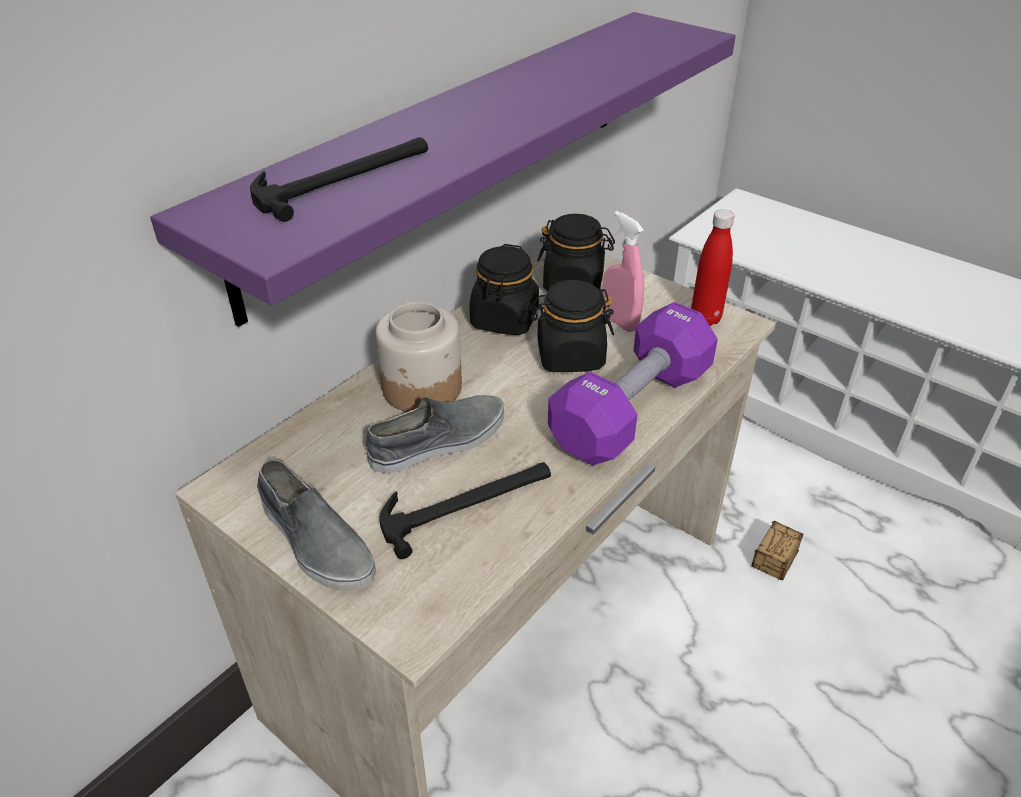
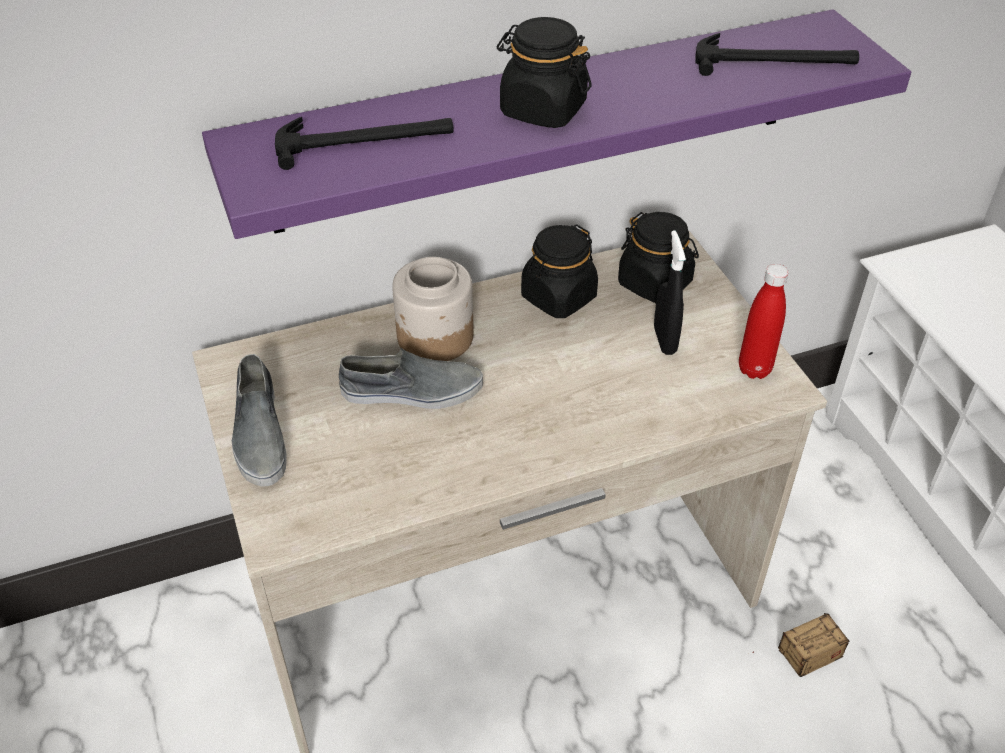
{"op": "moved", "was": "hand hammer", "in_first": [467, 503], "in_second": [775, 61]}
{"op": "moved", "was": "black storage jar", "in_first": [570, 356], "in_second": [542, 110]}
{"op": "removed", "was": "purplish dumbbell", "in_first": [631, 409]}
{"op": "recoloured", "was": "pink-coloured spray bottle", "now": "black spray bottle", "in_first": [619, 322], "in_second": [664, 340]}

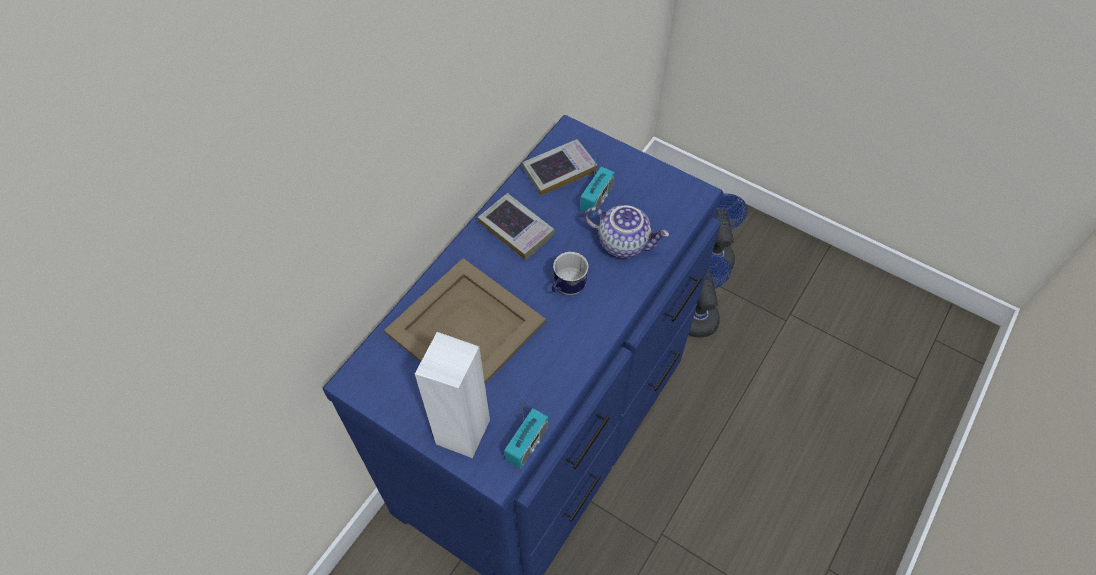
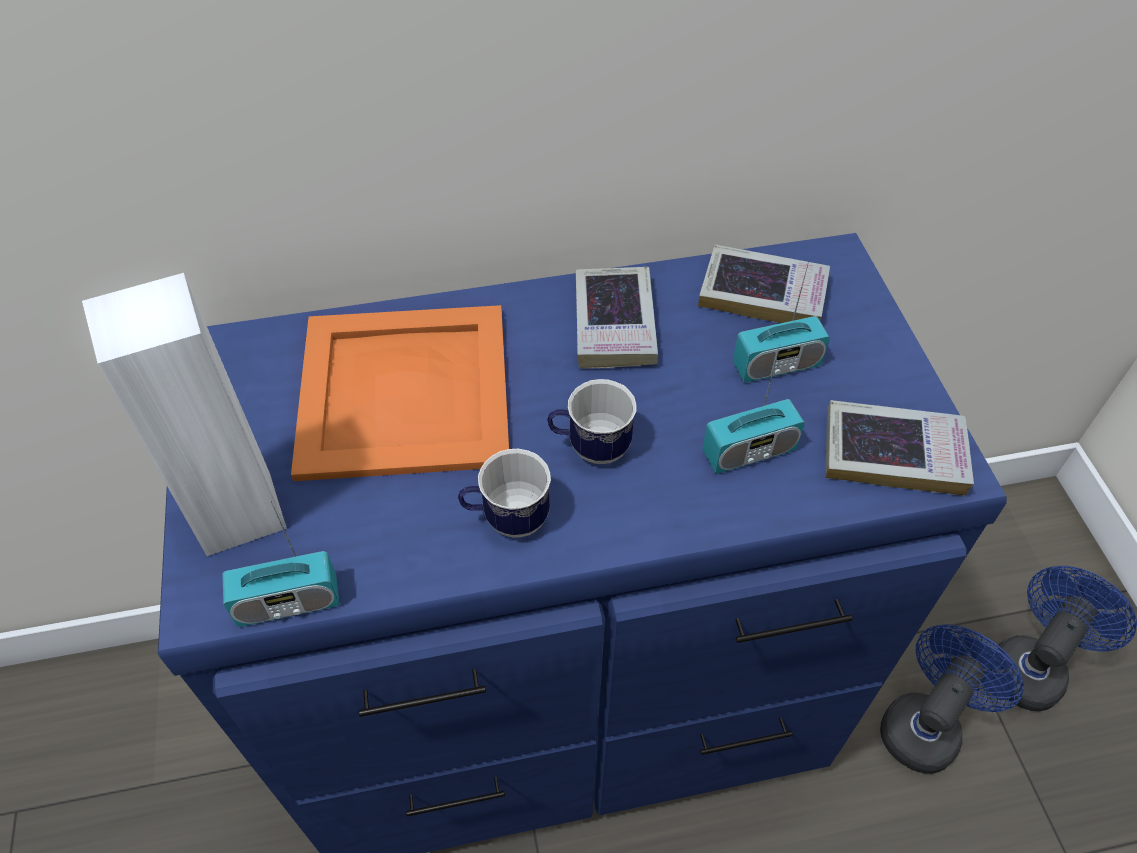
{"op": "recoloured", "was": "sand-coloured tray", "now": "orange tray", "in_first": [464, 327], "in_second": [402, 389]}
{"op": "replaced", "was": "teapot", "now": "radio receiver", "in_first": [624, 242], "in_second": [749, 452]}
{"op": "added", "now": "mug", "in_second": [507, 519]}
{"op": "added", "now": "bound book", "in_second": [893, 453]}

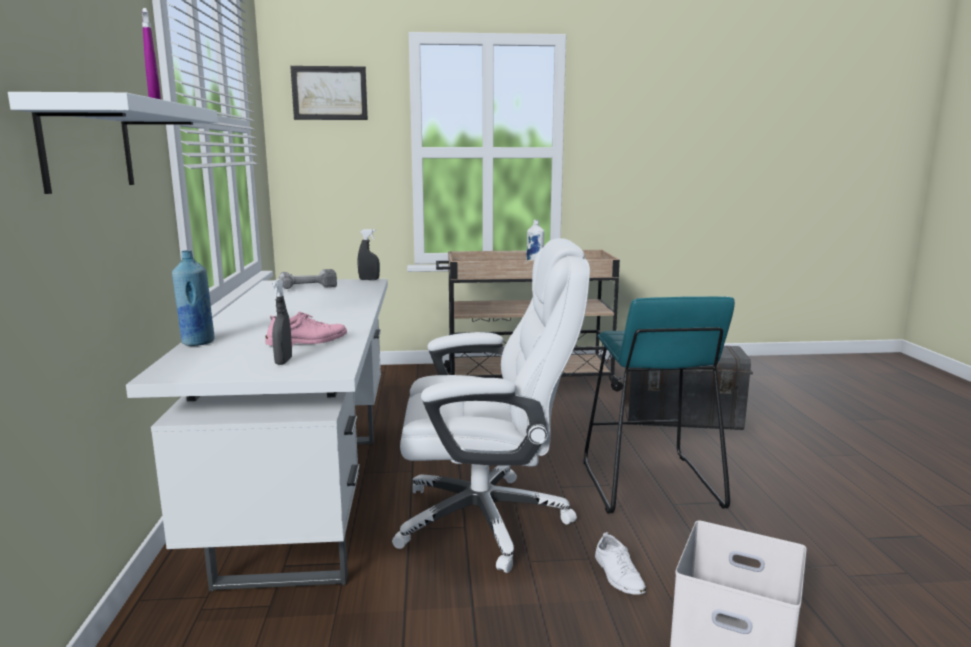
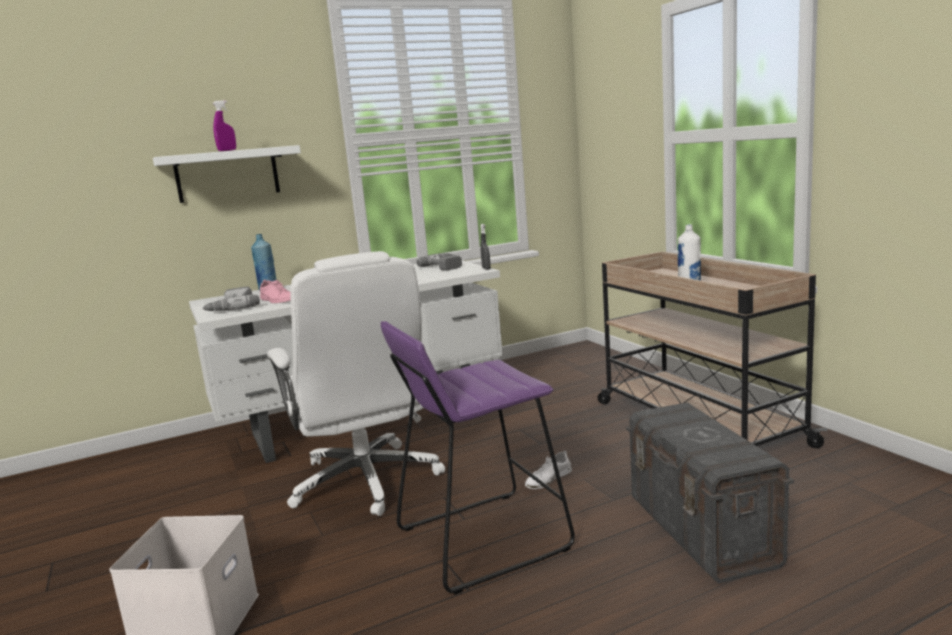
{"op": "replaced", "was": "gray spray bottle", "now": "power drill", "in_first": [283, 361], "in_second": [231, 307]}
{"op": "removed", "was": "wall picture", "in_first": [329, 93]}
{"op": "recoloured", "was": "turquoise stool seat", "now": "purplish stool seat", "in_first": [648, 483], "in_second": [482, 538]}
{"op": "moved", "was": "white-coloured item of footwear", "in_first": [618, 575], "in_second": [548, 479]}

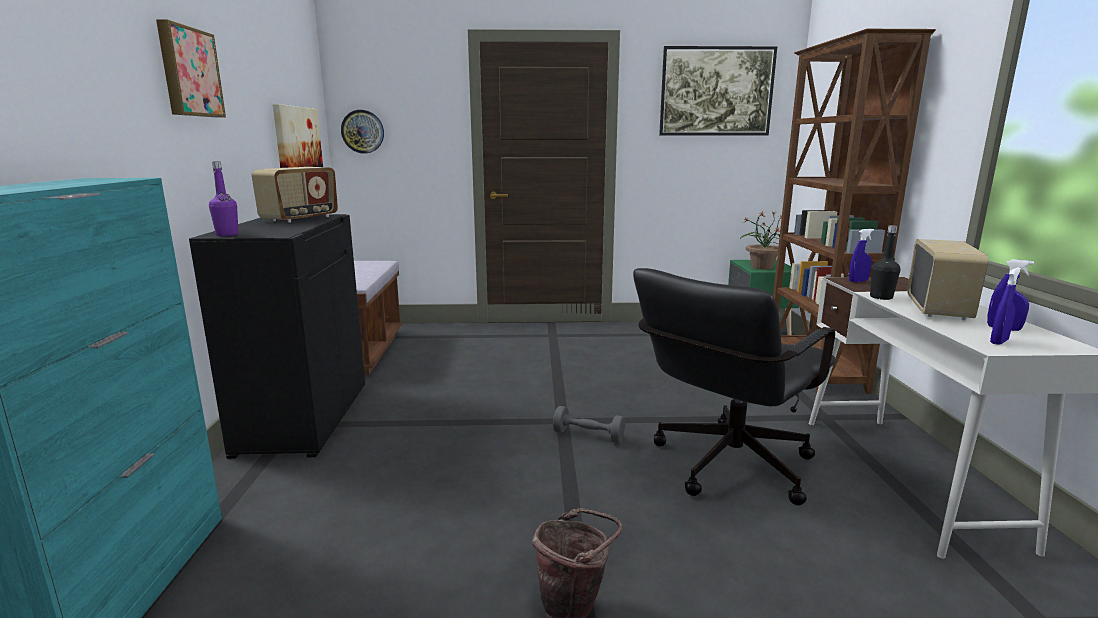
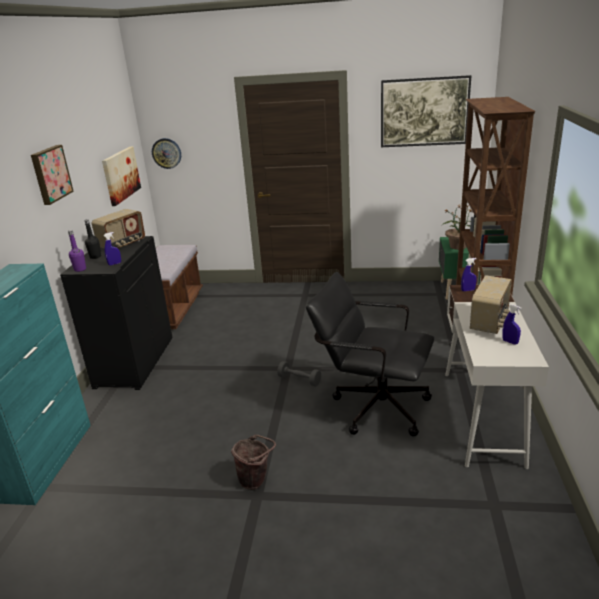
{"op": "turned", "was": "black desk chair", "in_first": [724, 469], "in_second": [372, 406], "clockwise": 60}
{"op": "moved", "was": "black bottle", "in_first": [881, 297], "in_second": [95, 257]}
{"op": "moved", "was": "blue spray bottle", "in_first": [999, 342], "in_second": [115, 264]}

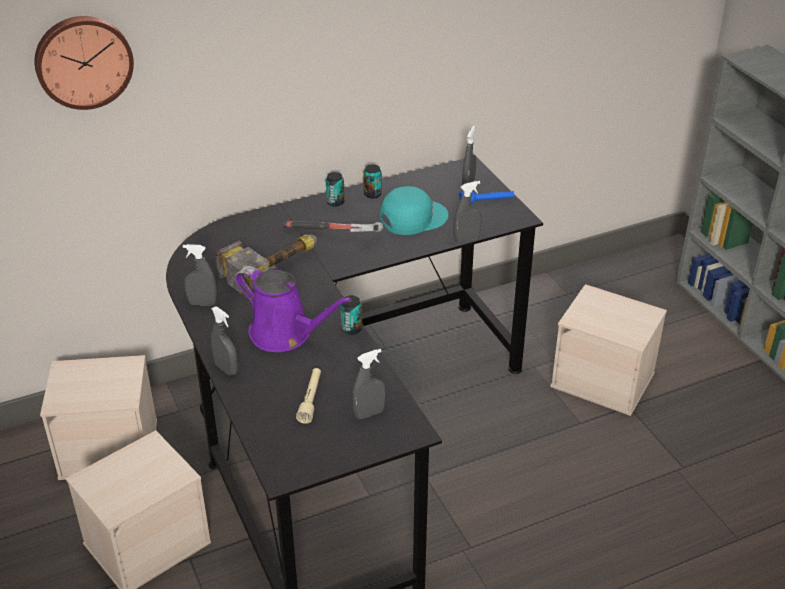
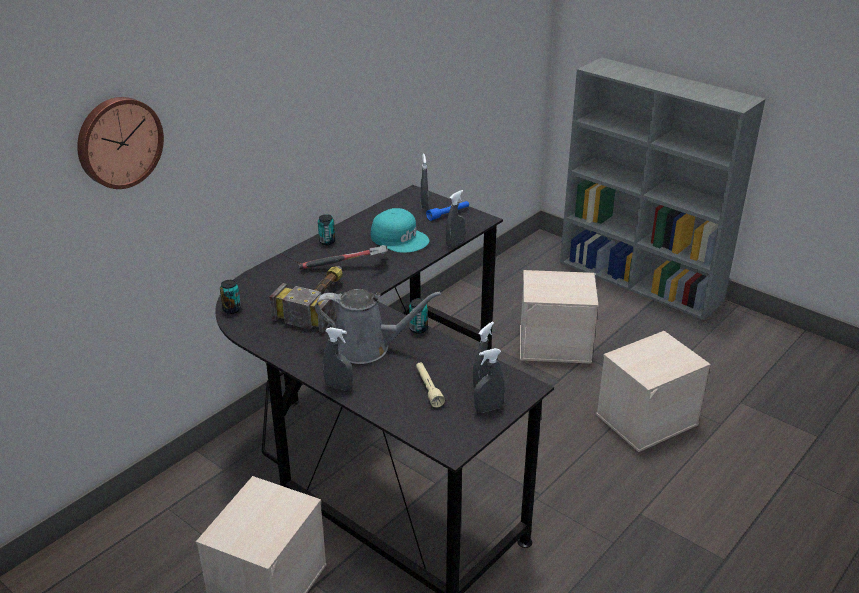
{"op": "moved", "was": "sand-coloured storage box", "in_first": [110, 448], "in_second": [647, 419]}
{"op": "moved", "was": "gray spray bottle", "in_first": [202, 303], "in_second": [488, 409]}
{"op": "recoloured", "was": "purplish sprinkling can", "now": "gray sprinkling can", "in_first": [285, 334], "in_second": [367, 347]}
{"op": "moved", "was": "can", "in_first": [372, 194], "in_second": [232, 309]}
{"op": "turned", "was": "turquoise baseball cap", "in_first": [412, 217], "in_second": [400, 238], "clockwise": 90}

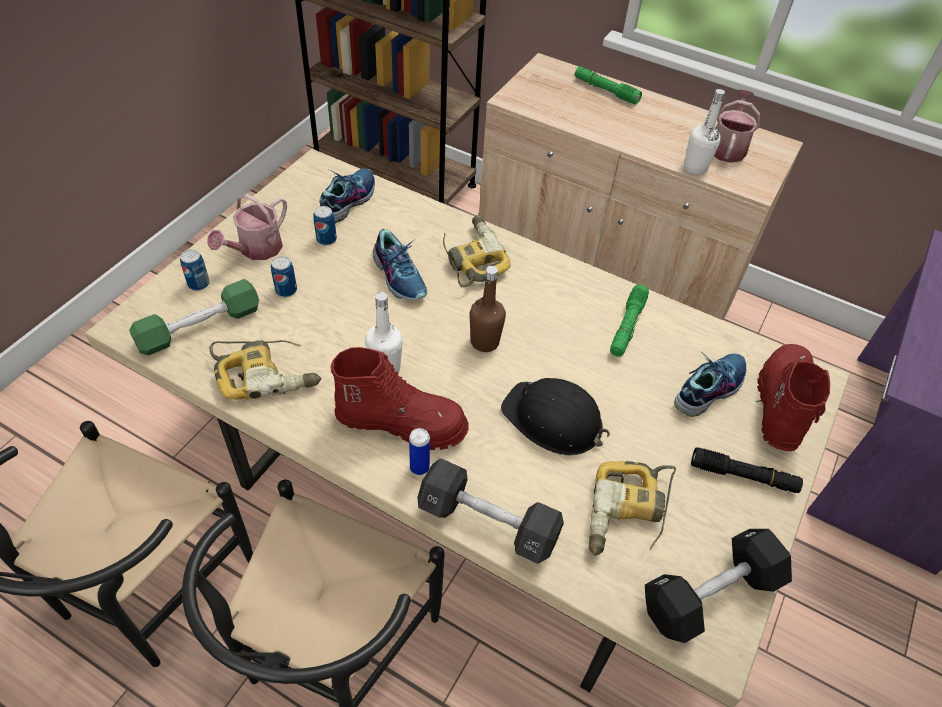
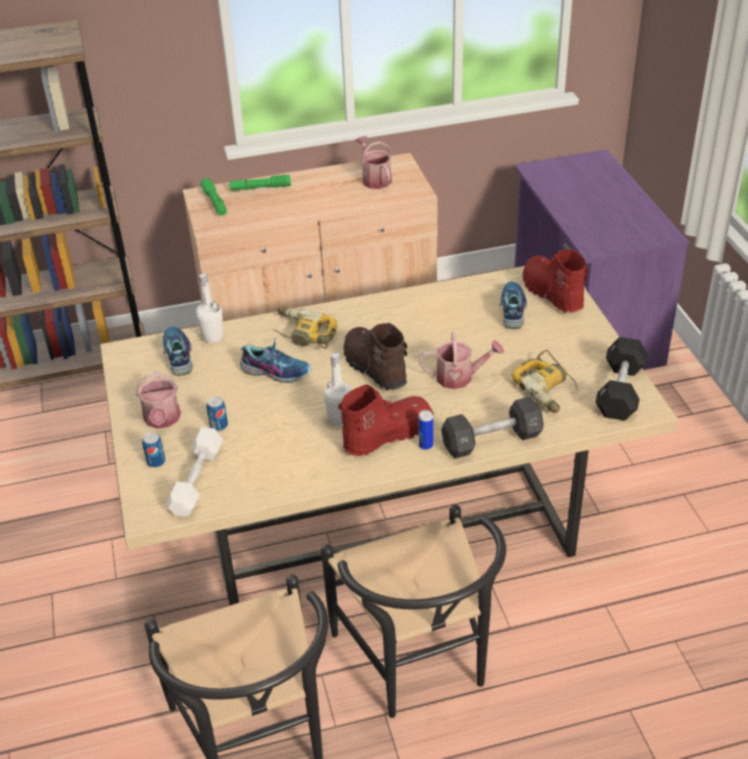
{"op": "recoloured", "was": "green-coloured dumbbell", "now": "white-coloured dumbbell", "in_first": [200, 327], "in_second": [197, 480]}
{"op": "removed", "was": "power drill", "in_first": [267, 373]}
{"op": "removed", "was": "can", "in_first": [326, 239]}
{"op": "replaced", "was": "brown-coloured bottle", "now": "brown-coloured boot", "in_first": [484, 342], "in_second": [373, 368]}
{"op": "replaced", "was": "black safety helmet", "now": "sprinkling can", "in_first": [553, 420], "in_second": [460, 377]}
{"op": "moved", "was": "green-coloured flashlight", "in_first": [627, 326], "in_second": [214, 202]}
{"op": "moved", "was": "white-coloured bottle", "in_first": [695, 167], "in_second": [213, 337]}
{"op": "removed", "was": "black flashlight", "in_first": [743, 476]}

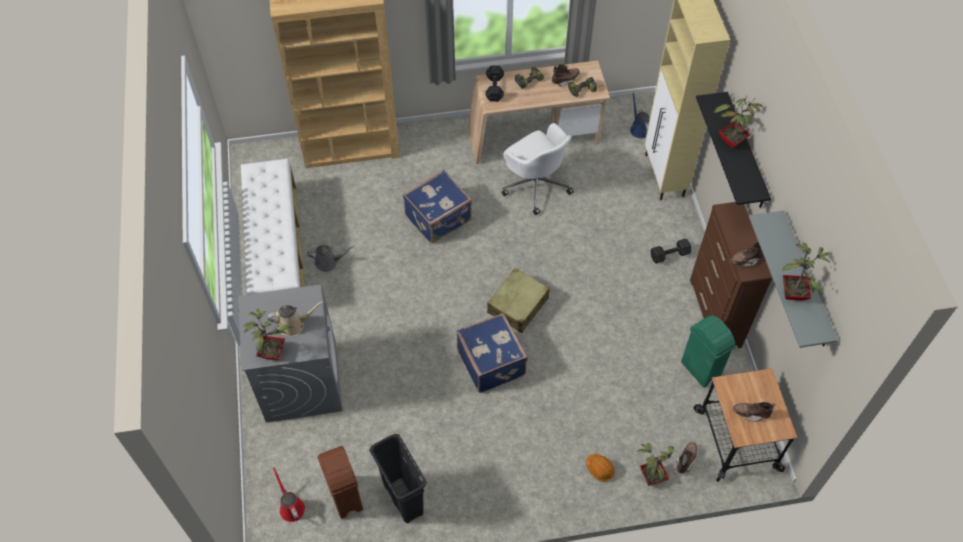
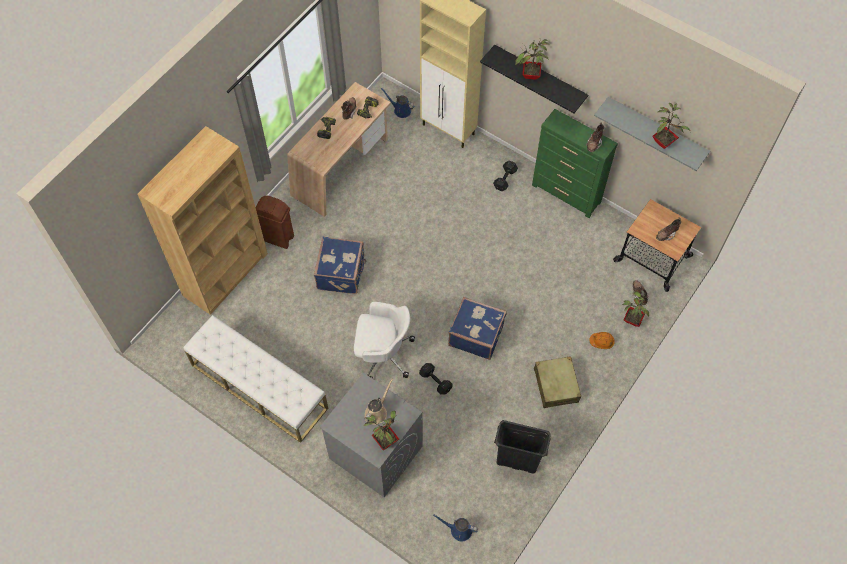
{"op": "recoloured", "was": "red-coloured sprinkling can", "now": "blue sprinkling can", "in_first": [291, 507], "in_second": [458, 530]}
{"op": "removed", "was": "gray sprinkling can", "in_first": [328, 262]}
{"op": "moved", "was": "brown-coloured waste bin", "in_first": [346, 497], "in_second": [277, 238]}
{"op": "moved", "was": "black dumbbell", "in_first": [495, 88], "in_second": [435, 380]}
{"op": "moved", "was": "sand-coloured piece of luggage", "in_first": [518, 305], "in_second": [556, 385]}
{"op": "moved", "was": "white-coloured desk chair", "in_first": [535, 184], "in_second": [383, 353]}
{"op": "removed", "was": "green-coloured waste bin", "in_first": [700, 370]}
{"op": "recoloured", "was": "brown-coloured dresser", "now": "green-coloured dresser", "in_first": [715, 313], "in_second": [566, 194]}

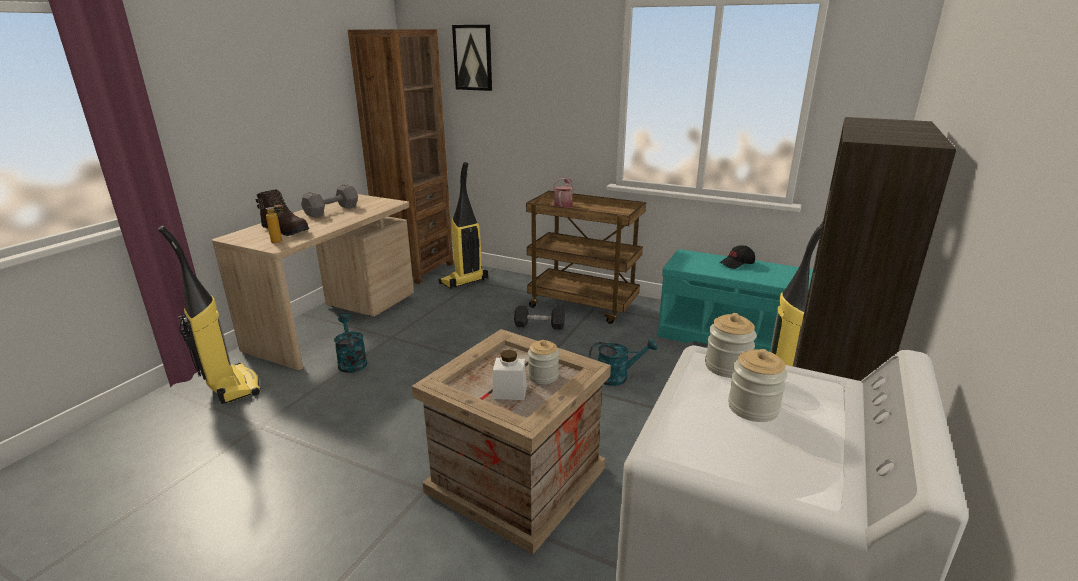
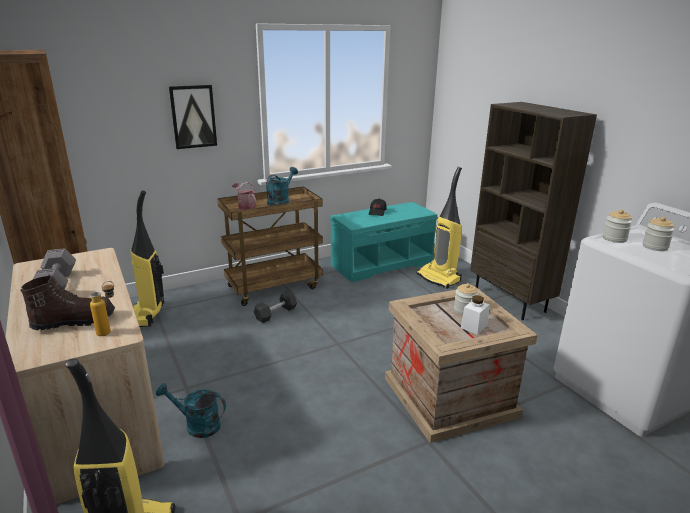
{"op": "moved", "was": "wall picture", "in_first": [473, 58], "in_second": [193, 116]}
{"op": "moved", "was": "turquoise sprinkling can", "in_first": [618, 377], "in_second": [280, 201]}

